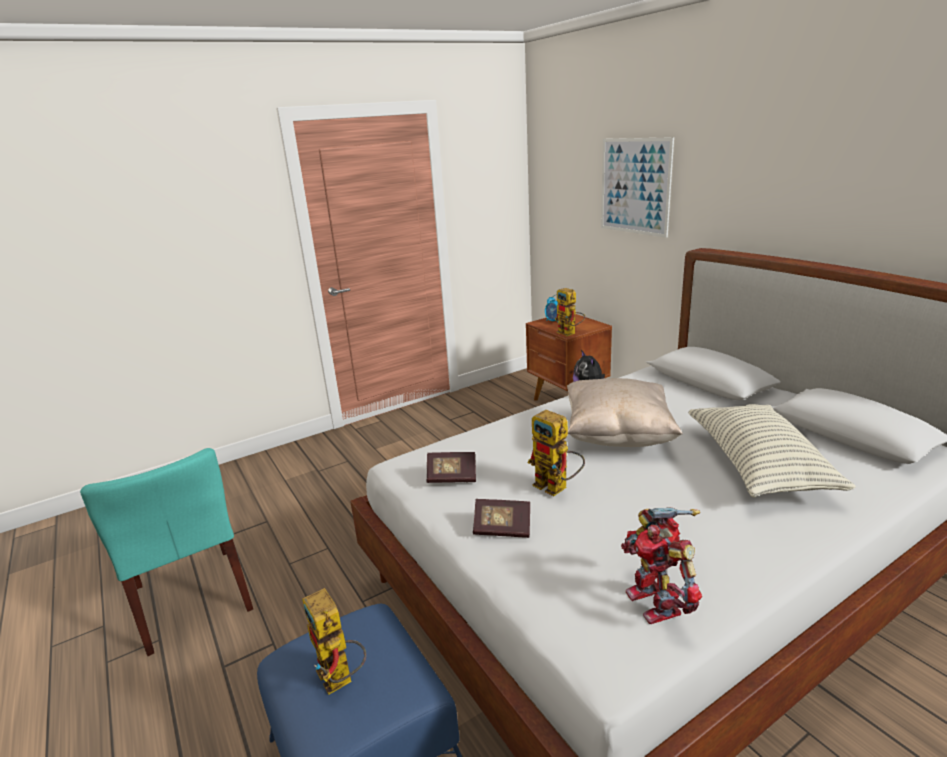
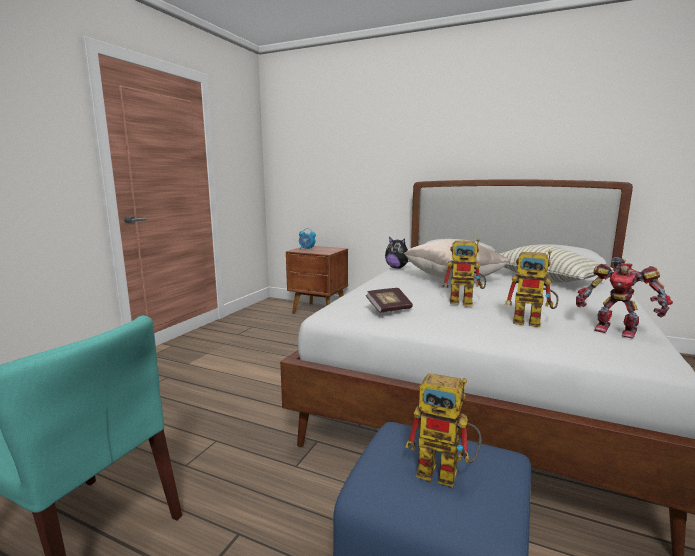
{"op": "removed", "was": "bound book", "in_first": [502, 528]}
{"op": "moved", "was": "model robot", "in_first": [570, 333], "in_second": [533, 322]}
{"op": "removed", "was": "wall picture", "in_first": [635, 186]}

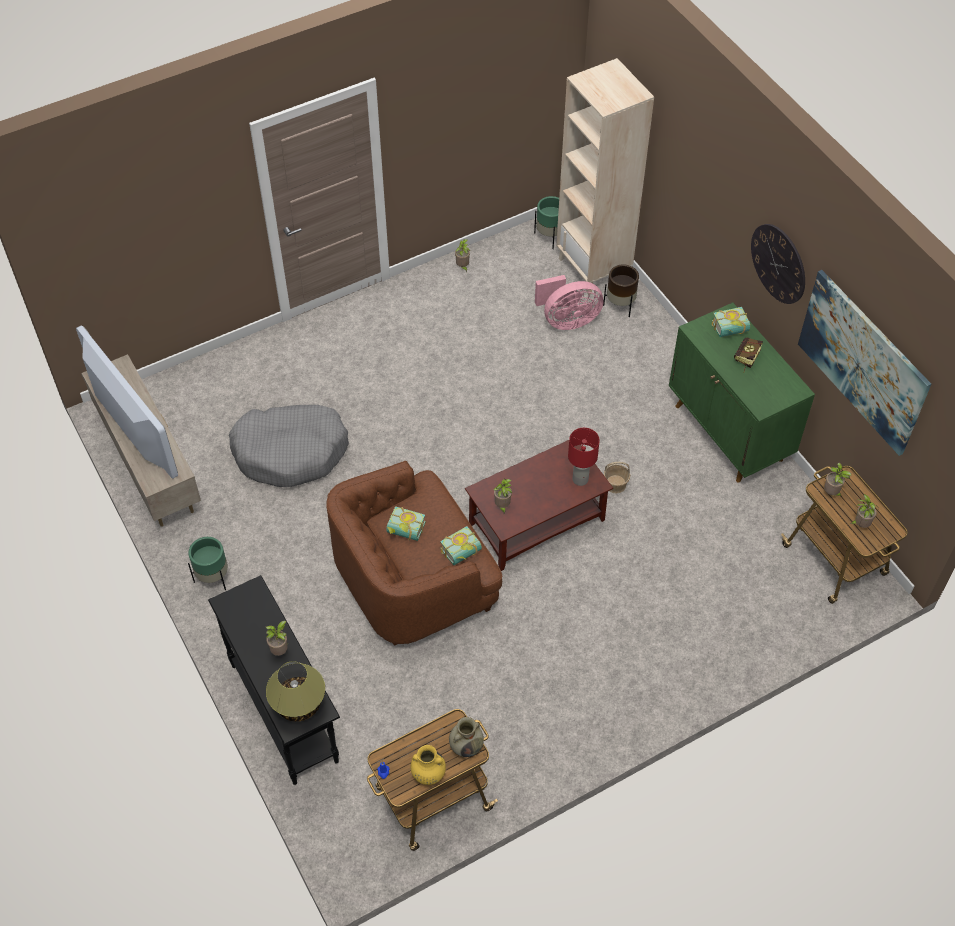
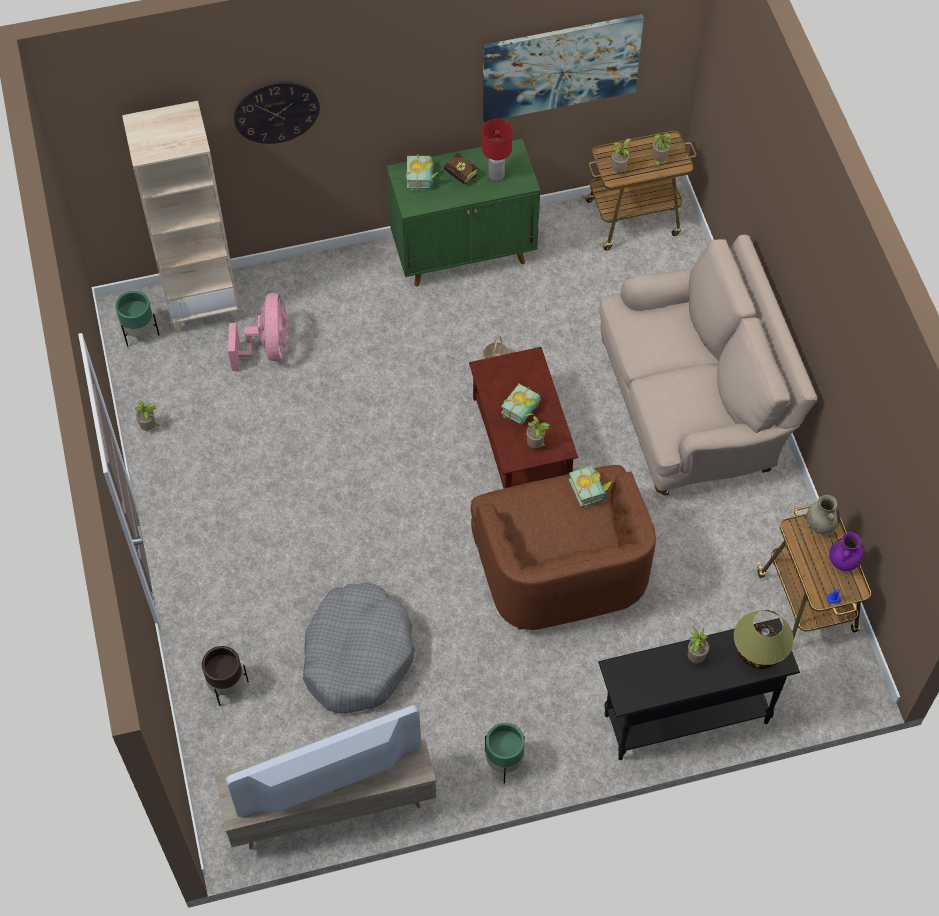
{"op": "moved", "was": "bound book", "in_first": [404, 532], "in_second": [524, 411]}
{"op": "recoloured", "was": "yellowish flower vase", "now": "purplish flower vase", "in_first": [428, 774], "in_second": [843, 562]}
{"op": "moved", "was": "red-coloured table lamp", "in_first": [580, 479], "in_second": [496, 175]}
{"op": "moved", "was": "brown-coloured flower pot", "in_first": [620, 305], "in_second": [226, 686]}
{"op": "moved", "was": "hanging clock", "in_first": [778, 263], "in_second": [276, 112]}
{"op": "added", "now": "sand-coloured sofa", "in_second": [693, 407]}

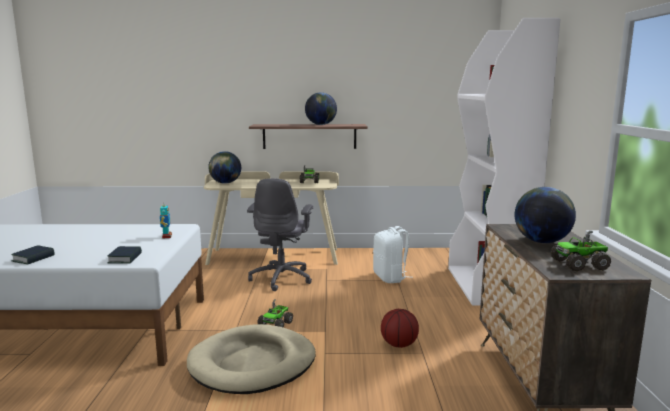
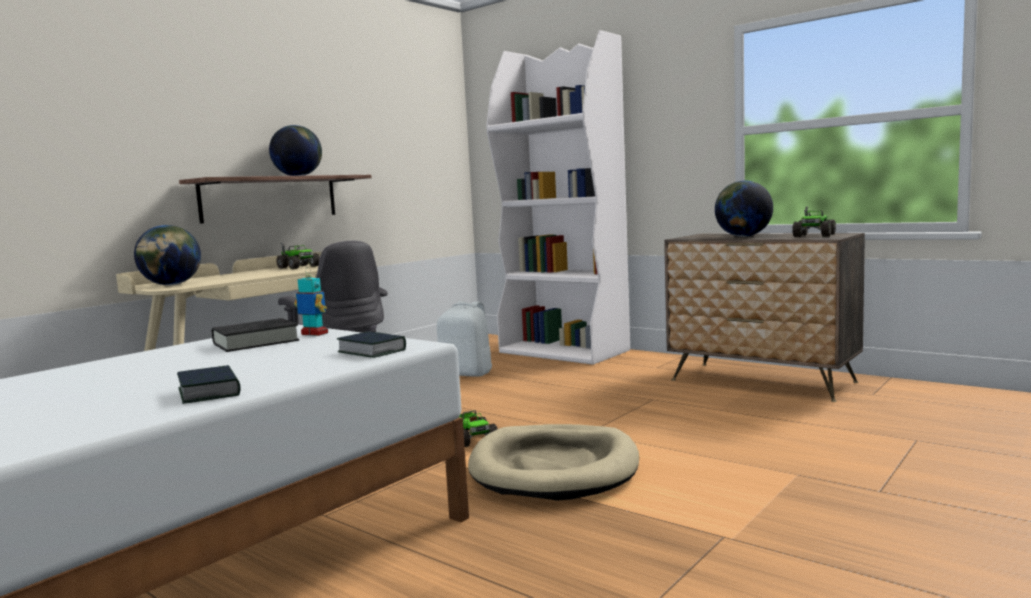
{"op": "removed", "was": "basketball", "in_first": [398, 345]}
{"op": "added", "now": "black bound book", "in_second": [256, 342]}

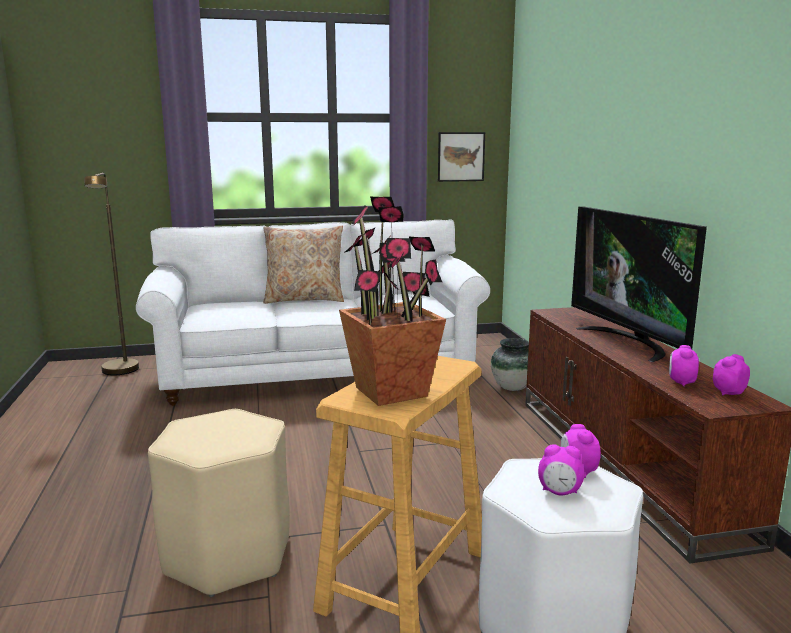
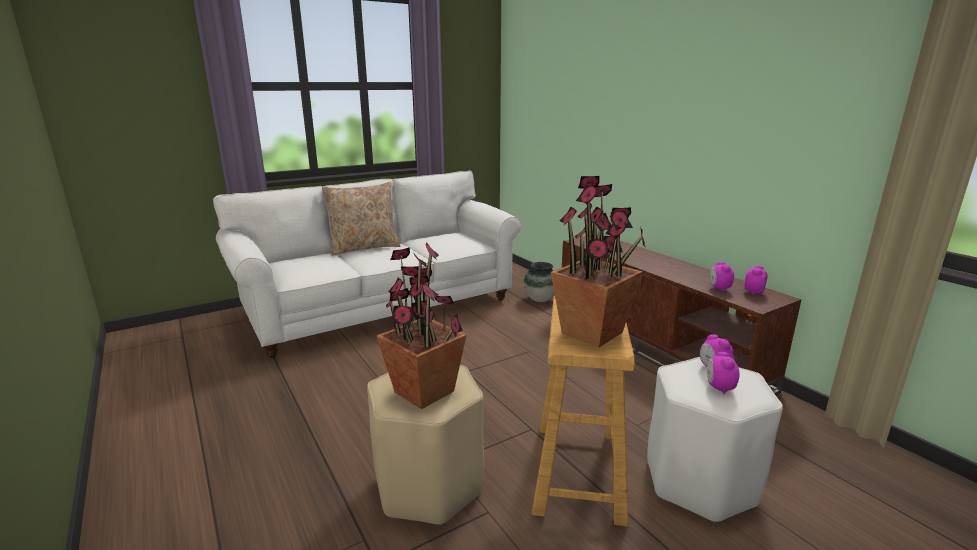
{"op": "removed", "was": "brown-coloured standing lamp", "in_first": [120, 372]}
{"op": "removed", "was": "wall picture", "in_first": [461, 156]}
{"op": "turned", "was": "bedside clock", "in_first": [559, 492], "in_second": [719, 388], "clockwise": 105}
{"op": "removed", "was": "TV", "in_first": [629, 342]}
{"op": "added", "now": "houseplant", "in_second": [423, 392]}

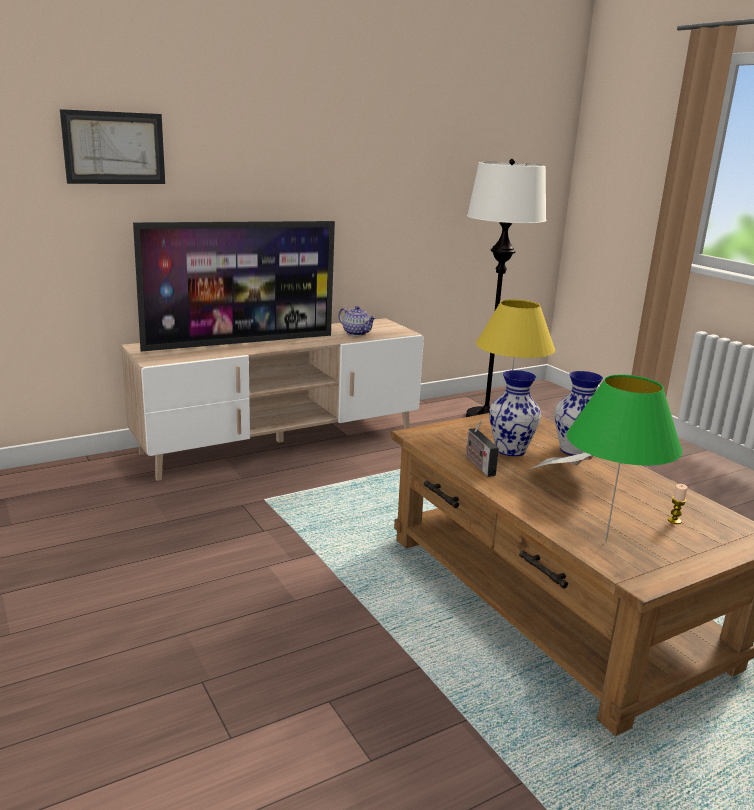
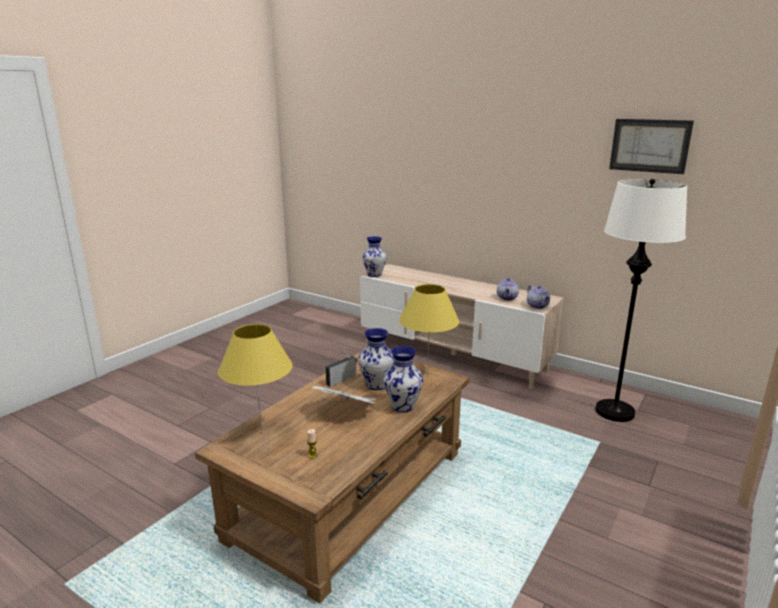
{"op": "moved", "was": "wall picture", "in_first": [114, 148], "in_second": [649, 145]}
{"op": "removed", "was": "TV", "in_first": [240, 342]}
{"op": "recoloured", "was": "green-coloured table lamp", "now": "yellowish table lamp", "in_first": [606, 542], "in_second": [261, 433]}
{"op": "added", "now": "flower vase", "in_second": [374, 275]}
{"op": "added", "now": "teapot", "in_second": [538, 306]}

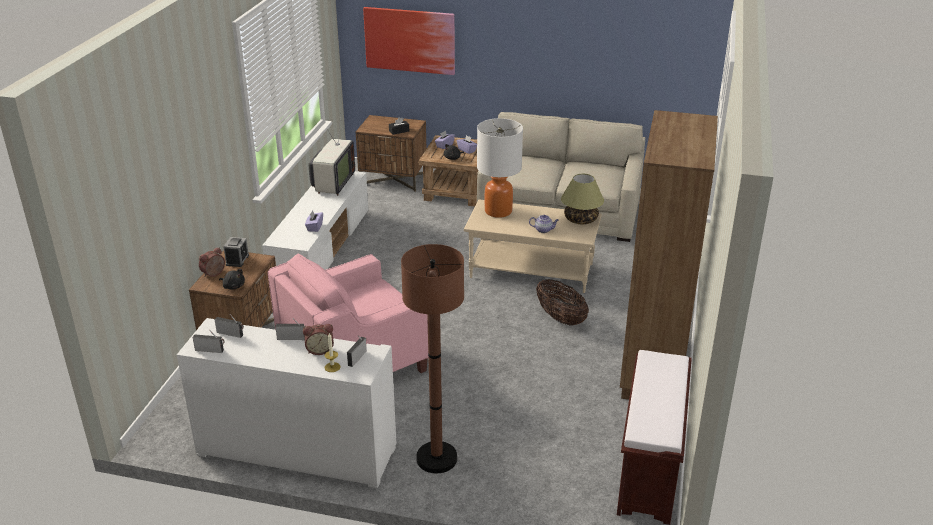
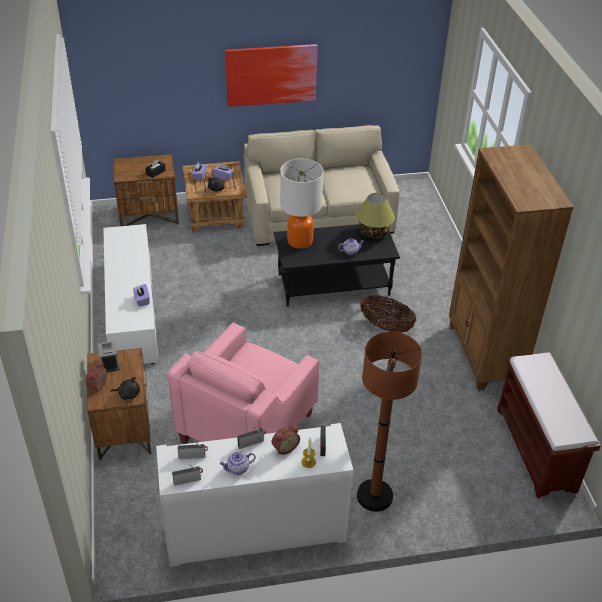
{"op": "removed", "was": "TV", "in_first": [333, 184]}
{"op": "moved", "was": "wall picture", "in_first": [410, 40], "in_second": [271, 74]}
{"op": "recoloured", "was": "sand-coloured low table", "now": "black low table", "in_first": [532, 270], "in_second": [334, 284]}
{"op": "added", "now": "teapot", "in_second": [237, 469]}

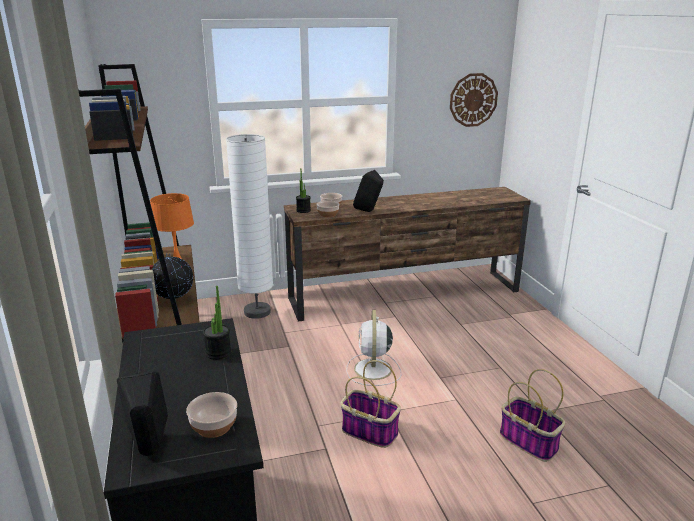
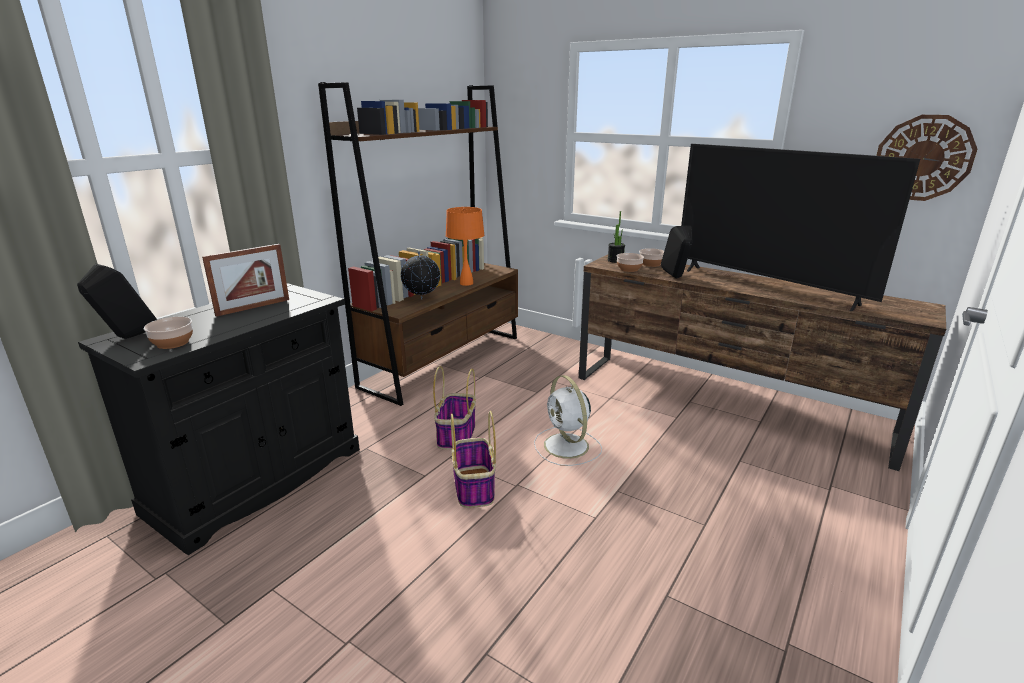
{"op": "removed", "was": "houseplant", "in_first": [218, 352]}
{"op": "removed", "was": "white-coloured standing lamp", "in_first": [257, 312]}
{"op": "turned", "was": "white-coloured electric fan", "in_first": [373, 370], "in_second": [567, 447], "clockwise": -75}
{"op": "moved", "was": "household basket", "in_first": [529, 442], "in_second": [456, 435]}
{"op": "added", "now": "standing frame", "in_second": [253, 307]}
{"op": "added", "now": "TV", "in_second": [766, 286]}

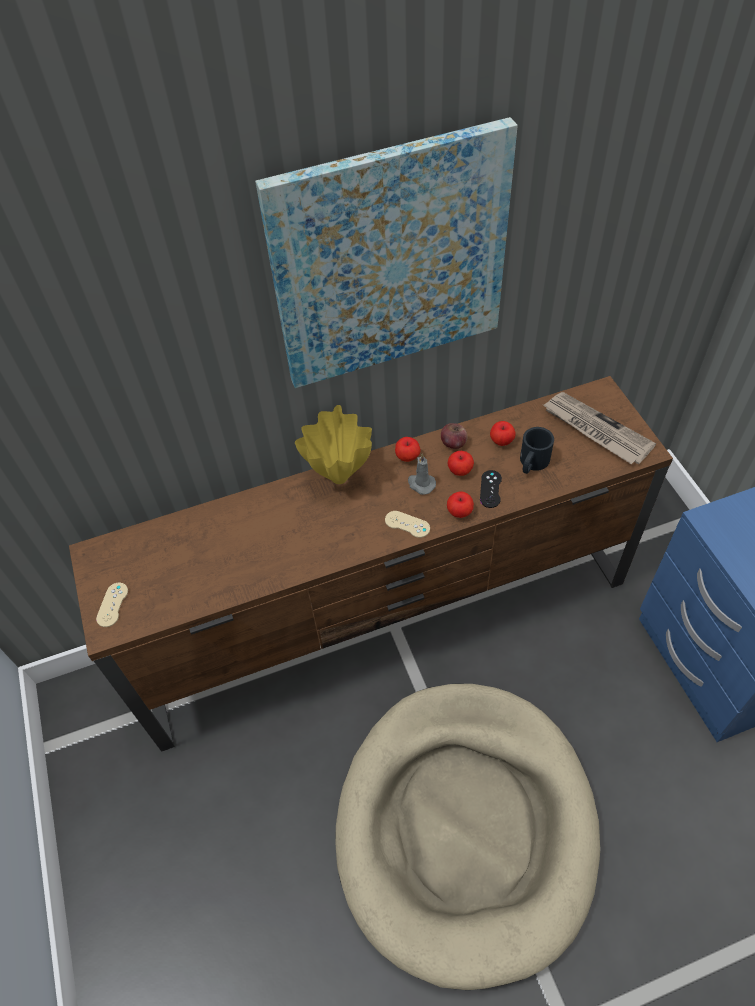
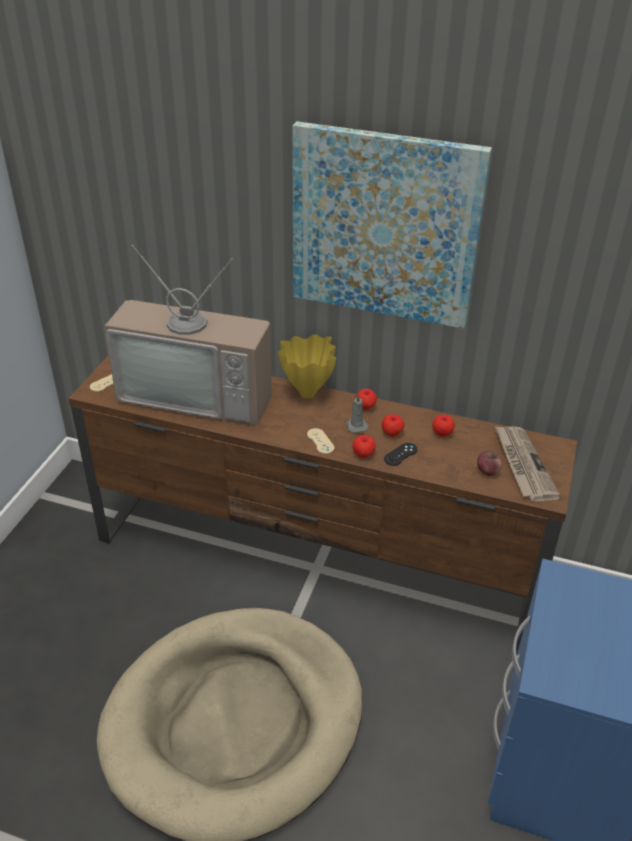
{"op": "moved", "was": "apple fruit", "in_first": [453, 443], "in_second": [488, 471]}
{"op": "removed", "was": "black mug", "in_first": [532, 464]}
{"op": "added", "now": "TV", "in_second": [199, 393]}

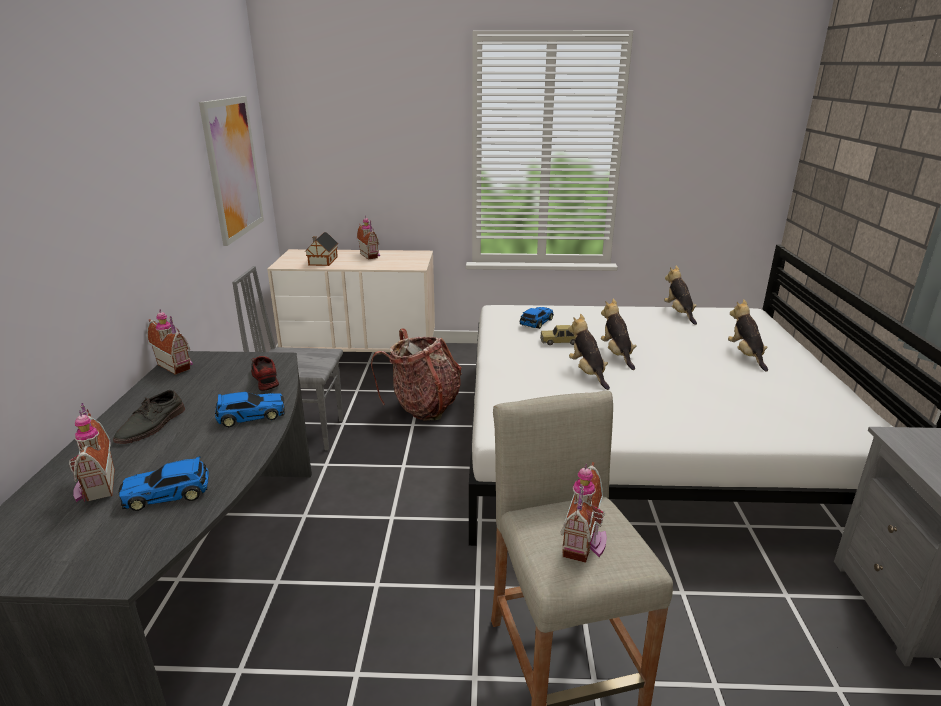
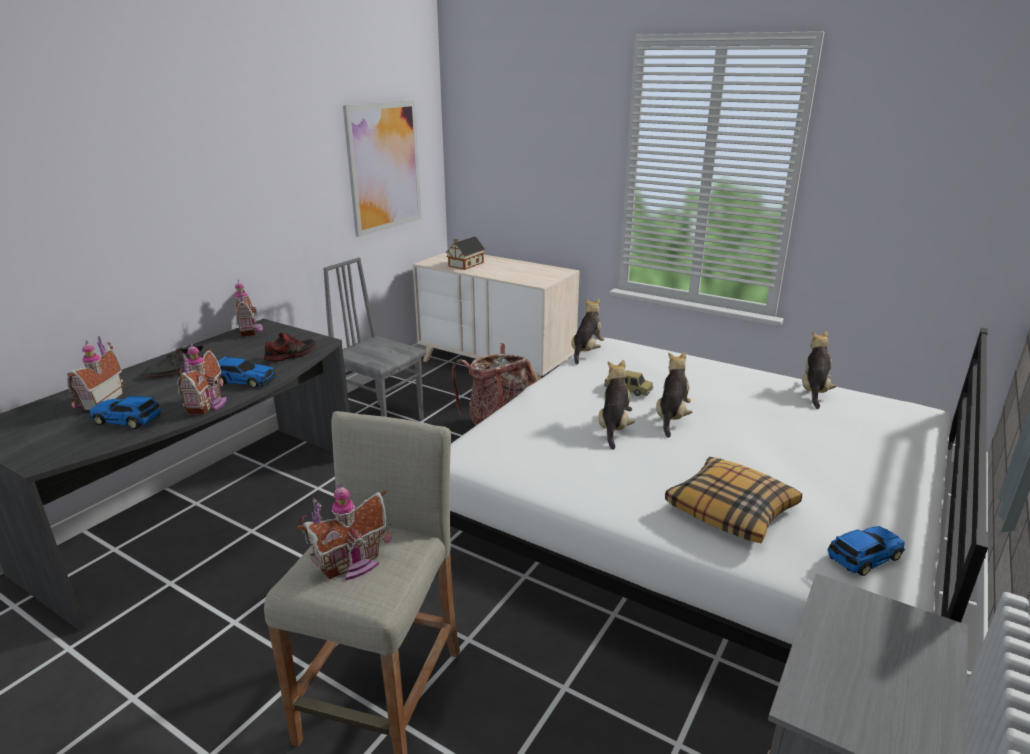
{"op": "turned", "was": "item of footwear", "in_first": [264, 379], "in_second": [290, 355], "clockwise": 45}
{"op": "moved", "was": "toy house", "in_first": [371, 255], "in_second": [209, 405]}
{"op": "moved", "was": "miniature car", "in_first": [536, 322], "in_second": [862, 557]}
{"op": "moved", "was": "plush toy", "in_first": [745, 355], "in_second": [586, 351]}
{"op": "added", "now": "pillow", "in_second": [731, 509]}

